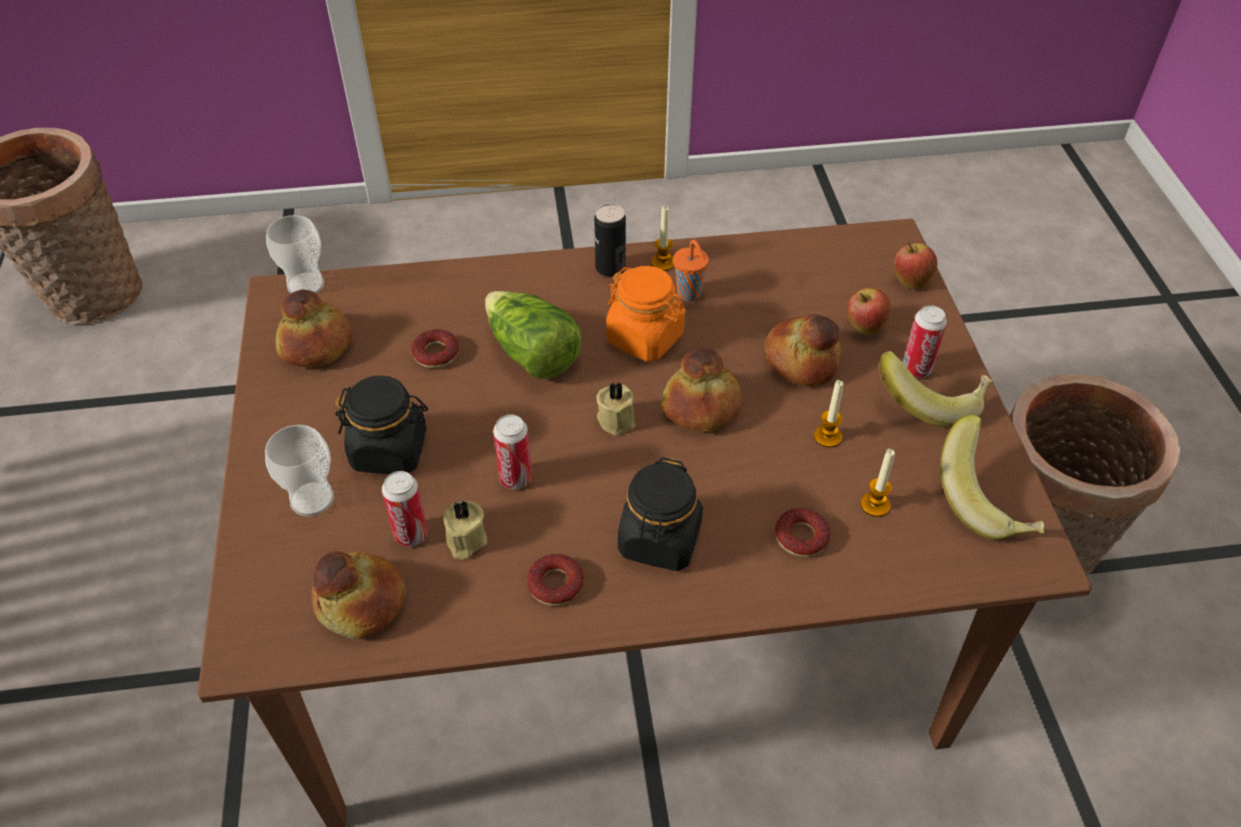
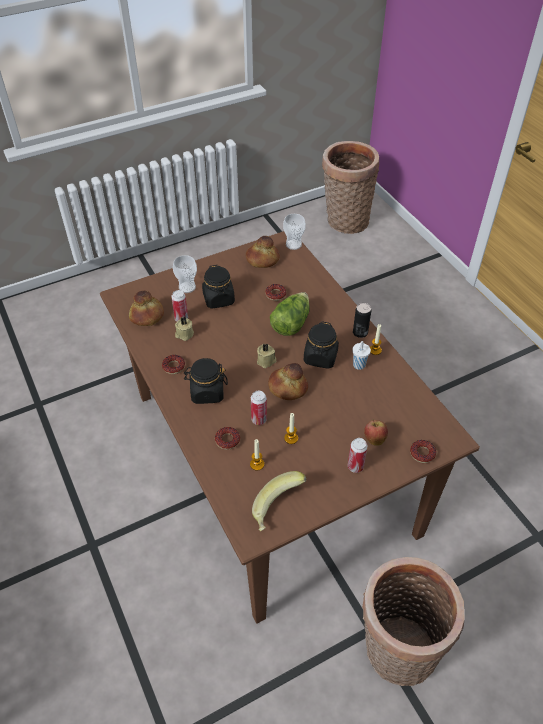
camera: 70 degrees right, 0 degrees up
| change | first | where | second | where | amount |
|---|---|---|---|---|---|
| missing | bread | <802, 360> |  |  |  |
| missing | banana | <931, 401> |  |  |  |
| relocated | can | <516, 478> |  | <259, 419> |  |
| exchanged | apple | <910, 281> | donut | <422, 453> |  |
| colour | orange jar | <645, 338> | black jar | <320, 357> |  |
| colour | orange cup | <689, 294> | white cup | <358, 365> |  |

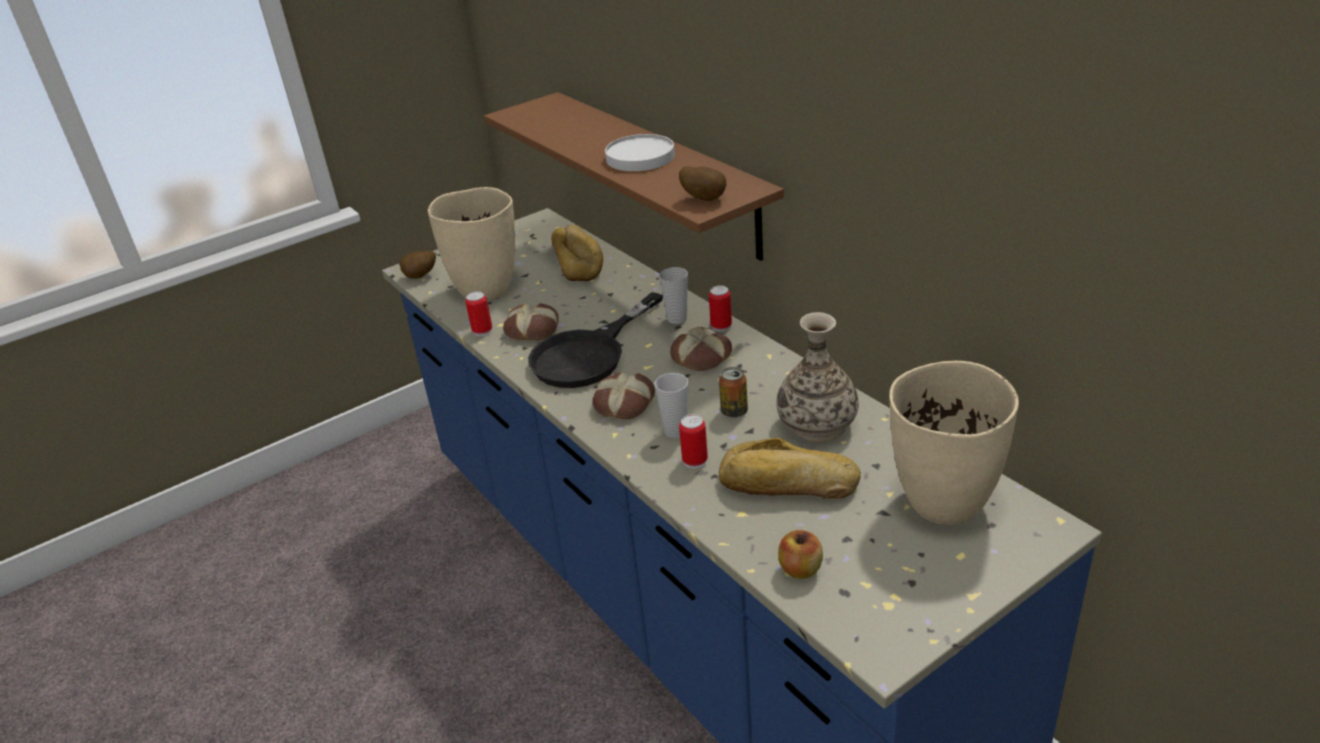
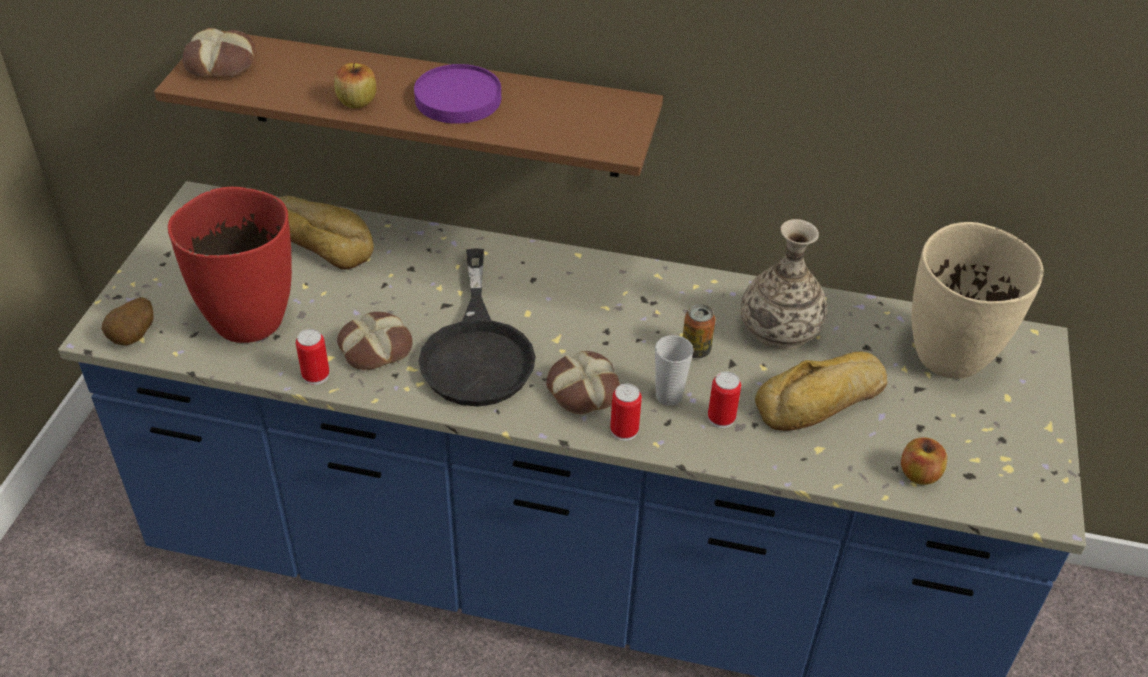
camera: 45 degrees left, 10 degrees up
| change | first | where | second | where | amount |
|---|---|---|---|---|---|
| missing | cup | <677, 319> |  |  |  |
| missing | potato | <705, 198> |  |  |  |
| appeared |  |  | apple | <357, 102> |  |
| relocated | bread | <702, 357> |  | <222, 63> |  |
| relocated | can | <721, 326> |  | <624, 430> |  |
| colour | beige vase | <486, 289> | red vase | <249, 320> |  |
| colour | white plate | <640, 157> | purple plate | <458, 98> |  |

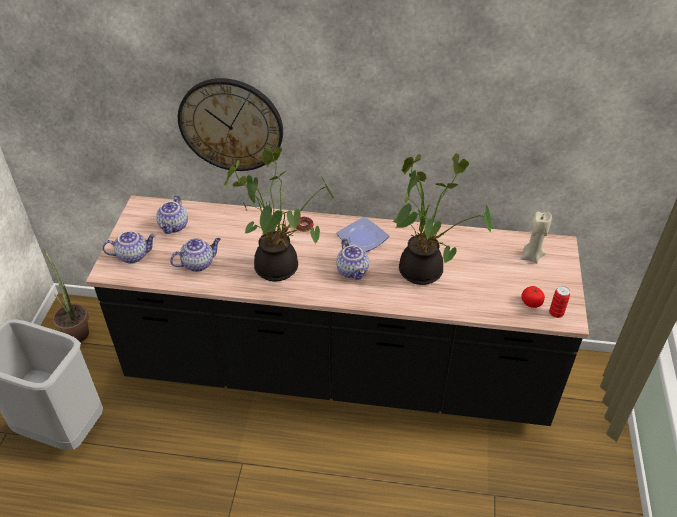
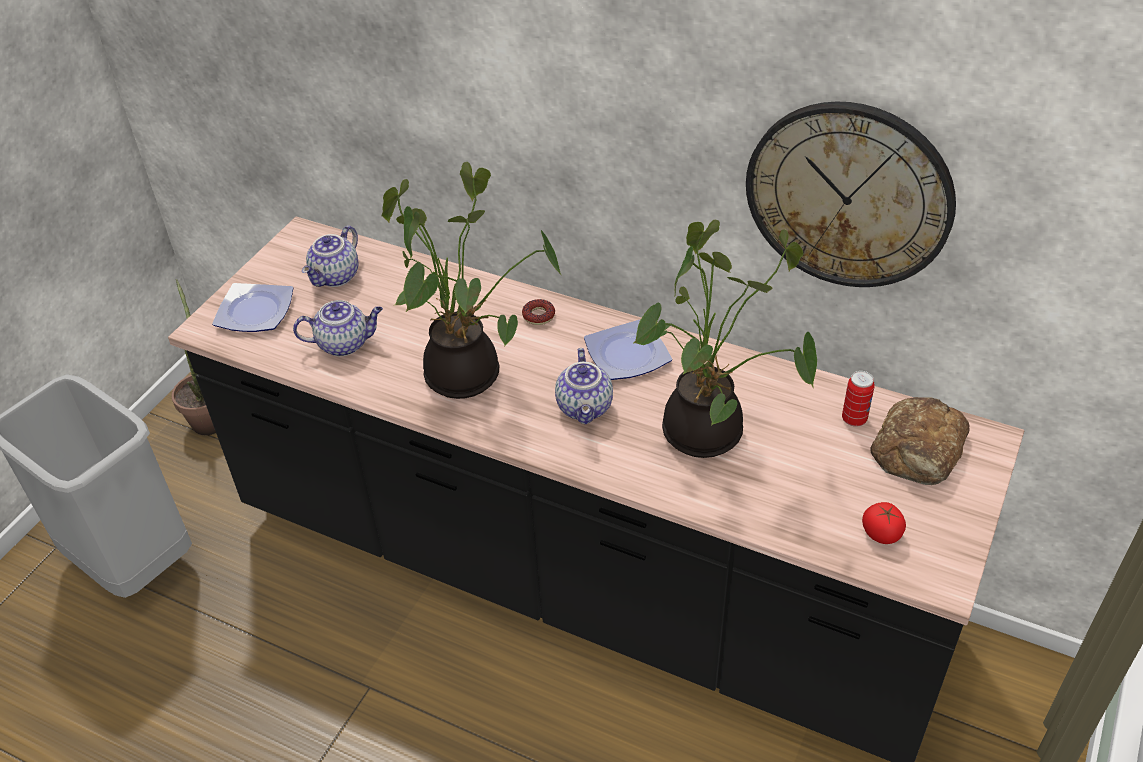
camera: 20 degrees right, 0 degrees up
| change | first | where | second | where | amount |
|---|---|---|---|---|---|
| relocated | wall clock | <231, 125> |  | <848, 195> |  |
| relocated | can | <556, 313> |  | <854, 419> |  |
| exchanged | teapot | <133, 255> | plate | <254, 311> |  |
| exchanged | beige candle | <531, 257> | bread | <919, 449> |  |

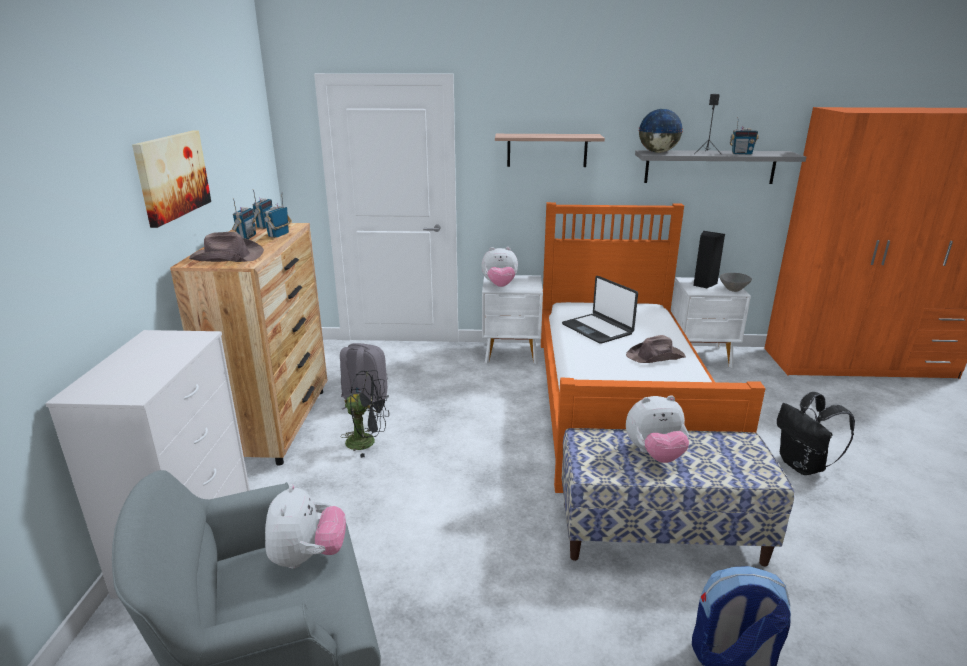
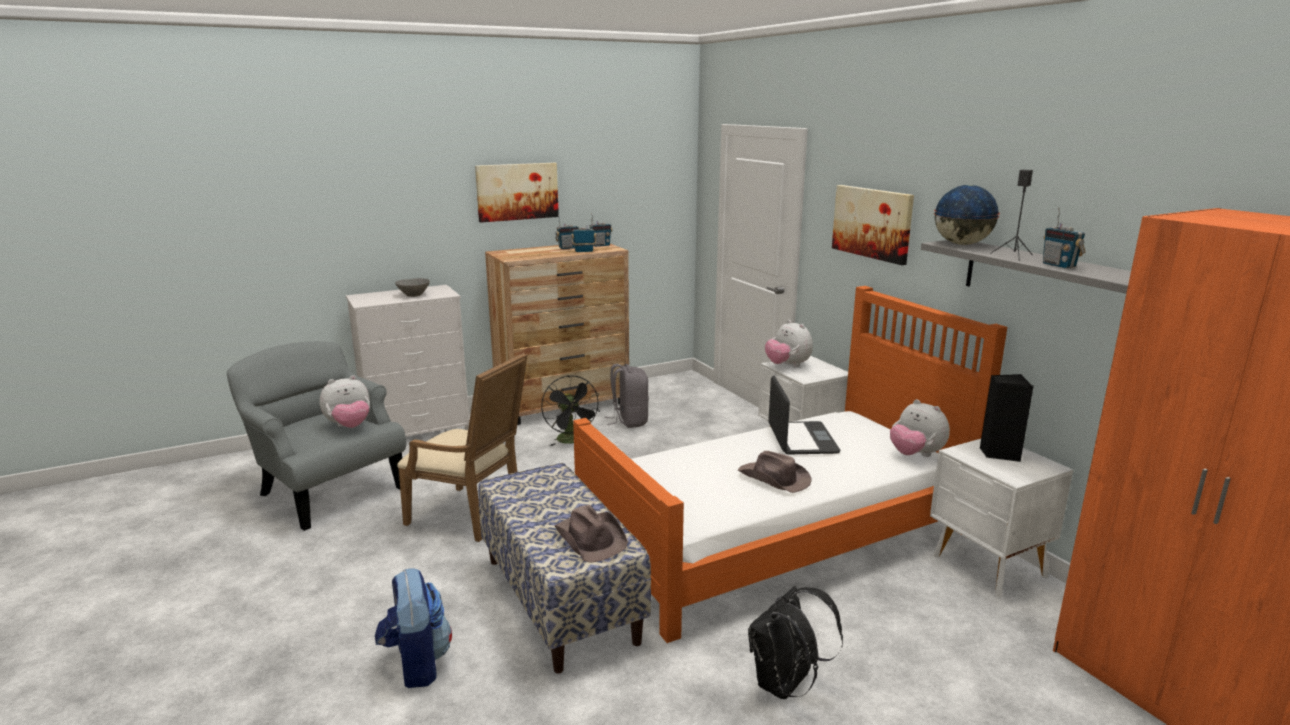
camera: 60 degrees right, 5 degrees down
| change | first | where | second | where | amount |
|---|---|---|---|---|---|
| appeared |  |  | beige armchair | <471, 516> |  |
| relocated | brown hat | <226, 256> |  | <591, 538> |  |
| relocated | plush toy | <654, 454> |  | <915, 455> |  |
| relocated | grey bowl | <733, 289> |  | <413, 295> |  |
| exchanged | shelf | <547, 150> | picture | <872, 223> |  |
| spun | laptop | <597, 329> |  | <801, 439> | 150 degrees clockwise |

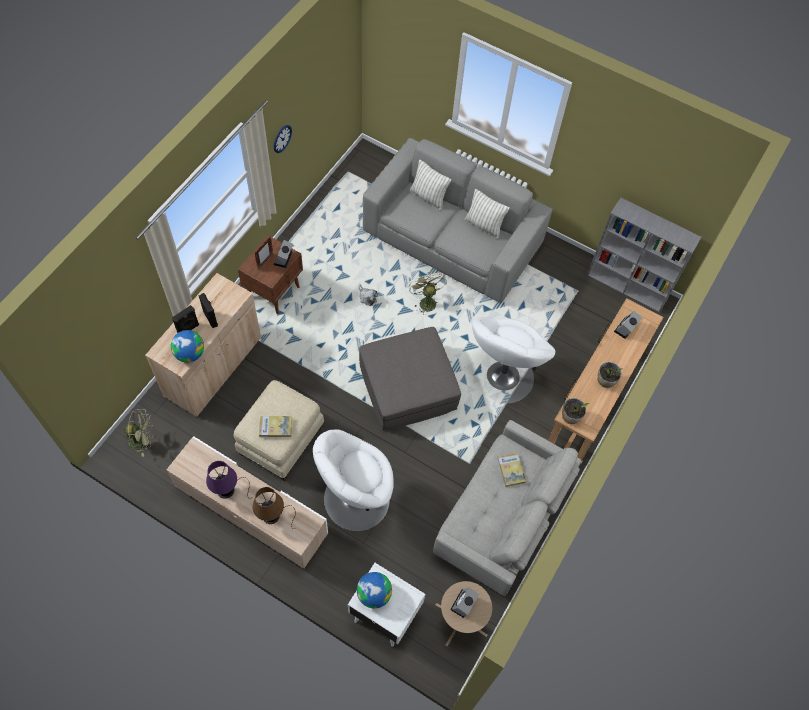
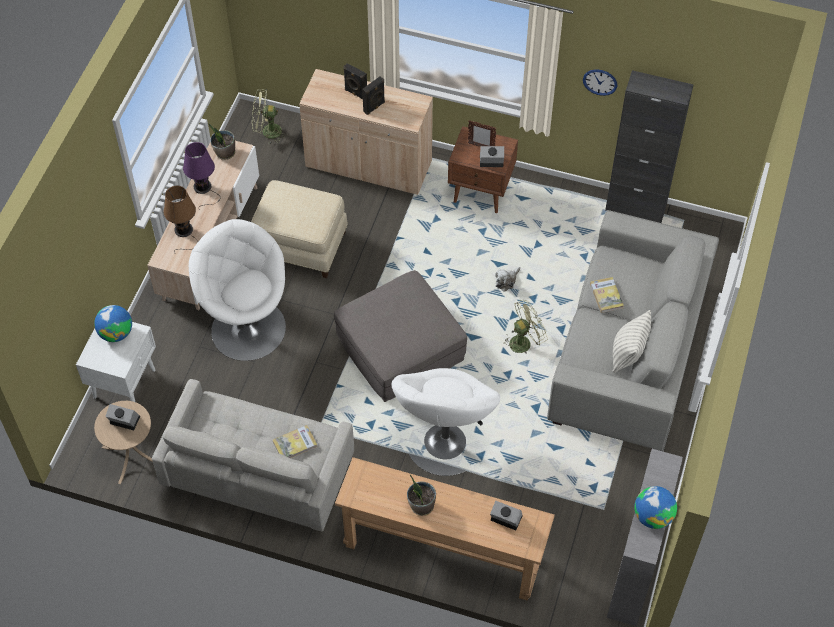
camera: 80 degrees right, 5 degrees down
| change | first | where | second | where | amount |
|---|---|---|---|---|---|
| missing | pillow | <428, 197> |  |  |  |
| appeared |  |  | black cabinet | <635, 207> |  |
| relocated | globe | <190, 353> |  | <653, 516> |  |
| relocated | book | <275, 427> |  | <606, 296> |  |
| relocated | potted plant | <570, 417> |  | <224, 153> |  |
| spun | green fan | <142, 440> |  | <267, 132> | 105 degrees clockwise |
| spun | white armchair | <502, 377> |  | <444, 442> | 90 degrees counterclockwise |

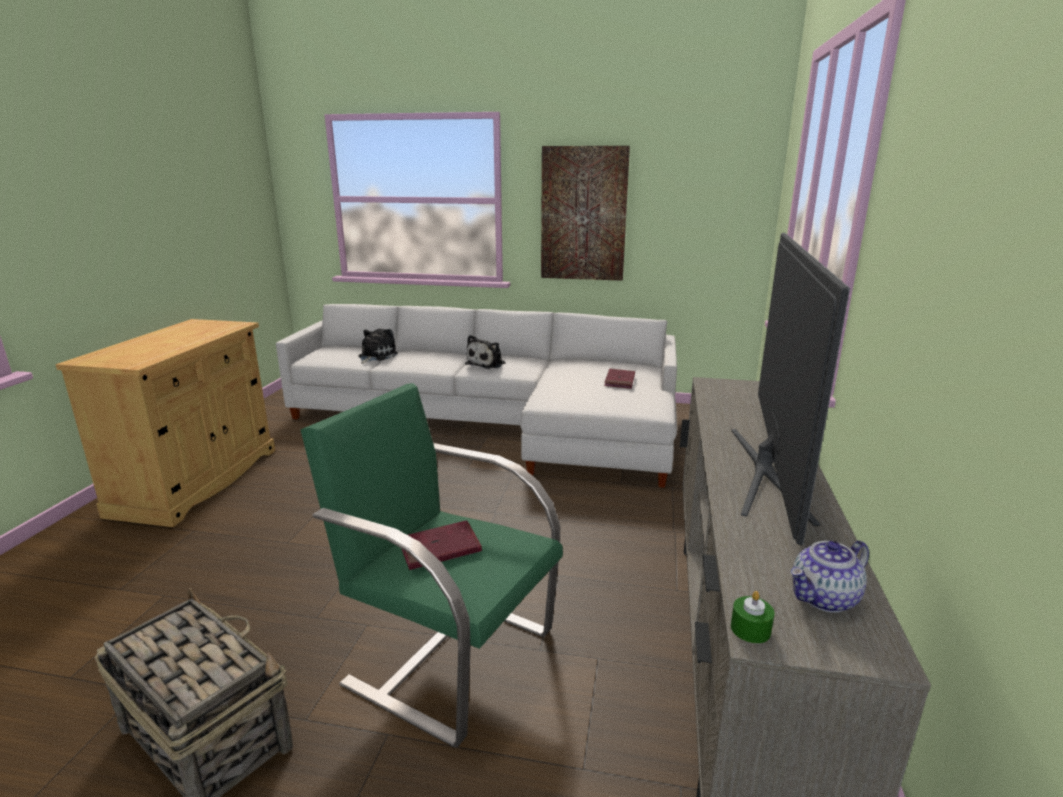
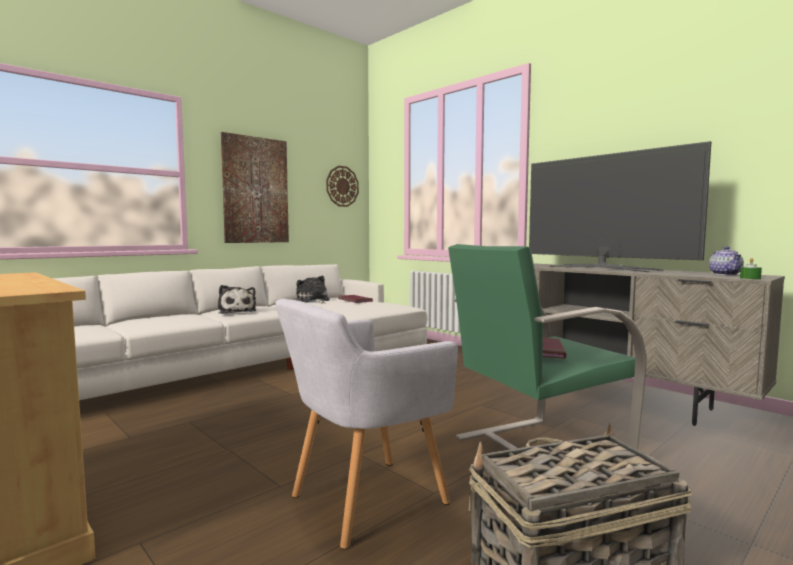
camera: 55 degrees left, 15 degrees down
| change | first | where | second | where | amount |
|---|---|---|---|---|---|
| appeared |  |  | grey armchair | <362, 501> |  |
| appeared |  |  | wall clock | <342, 186> |  |
| relocated | plush toy | <376, 356> |  | <313, 300> |  |

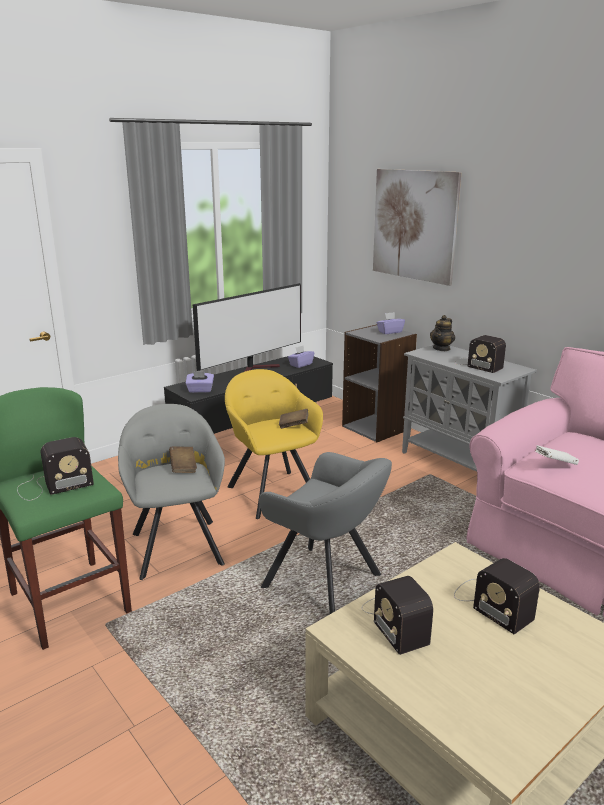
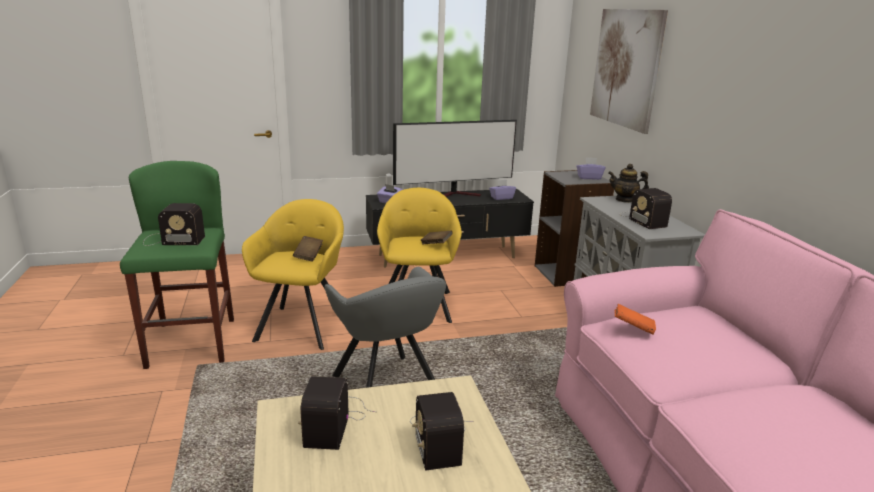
camera: 25 degrees right, 0 degrees up
| change | first | where | second | where | amount |
|---|---|---|---|---|---|
| colour | grey armchair | <177, 544> | yellow armchair | <303, 324> |  |
| colour | white book | <554, 464> | orange book | <633, 328> |  |
| spun | teapot | <441, 348> |  | <625, 200> | 45 degrees clockwise |

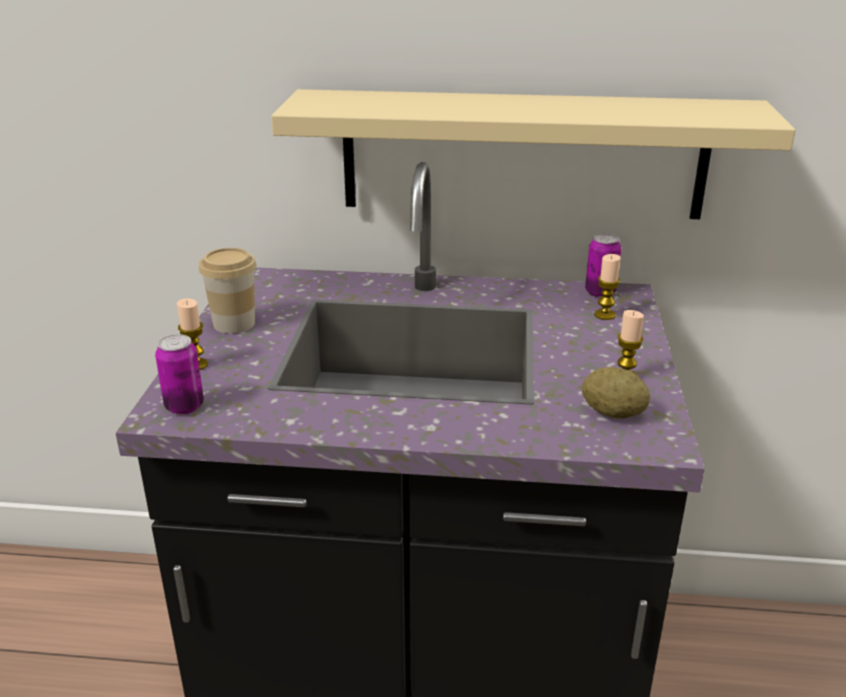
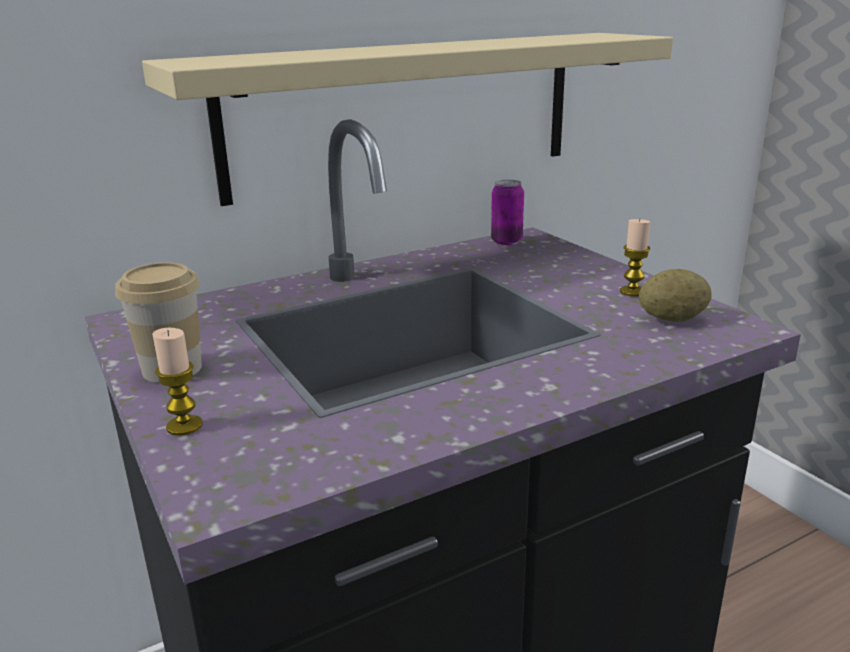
camera: 35 degrees left, 5 degrees down
| change | first | where | second | where | amount |
|---|---|---|---|---|---|
| missing | can | <184, 406> |  |  |  |
| missing | candle | <604, 315> |  |  |  |

